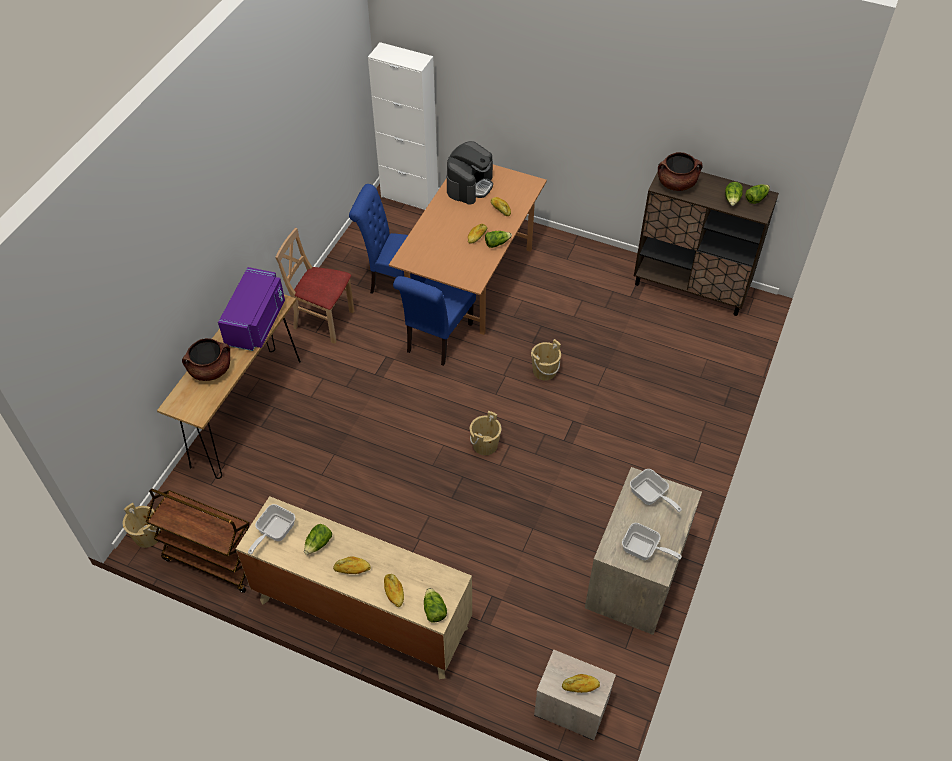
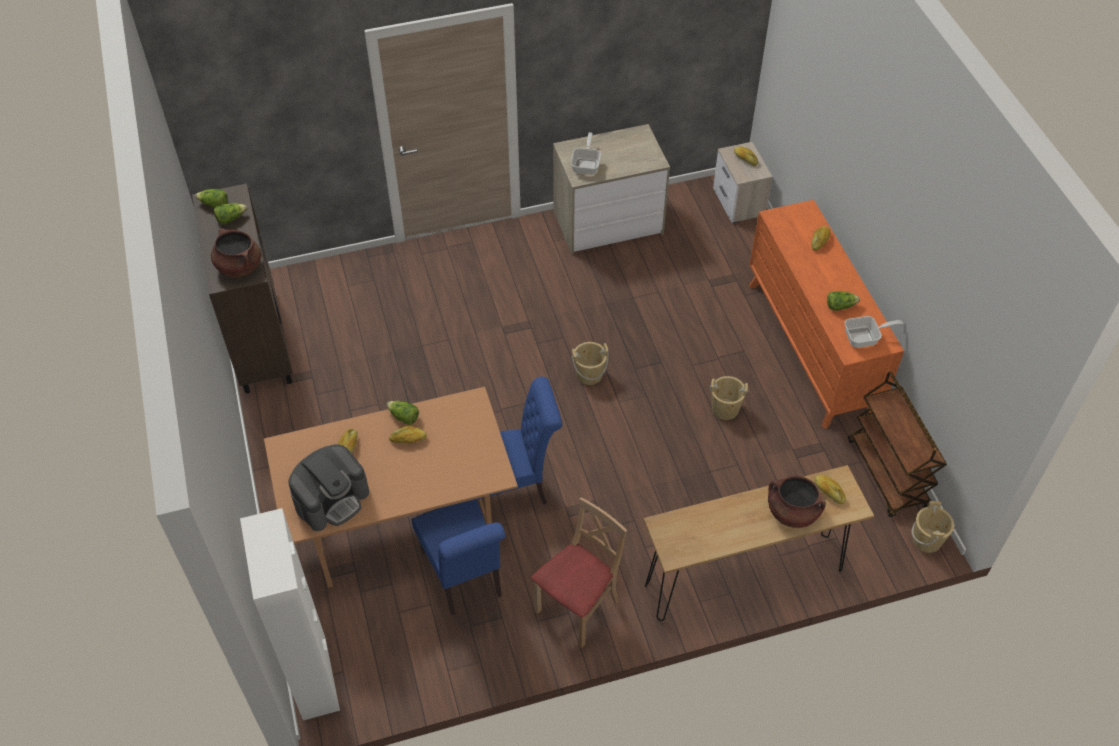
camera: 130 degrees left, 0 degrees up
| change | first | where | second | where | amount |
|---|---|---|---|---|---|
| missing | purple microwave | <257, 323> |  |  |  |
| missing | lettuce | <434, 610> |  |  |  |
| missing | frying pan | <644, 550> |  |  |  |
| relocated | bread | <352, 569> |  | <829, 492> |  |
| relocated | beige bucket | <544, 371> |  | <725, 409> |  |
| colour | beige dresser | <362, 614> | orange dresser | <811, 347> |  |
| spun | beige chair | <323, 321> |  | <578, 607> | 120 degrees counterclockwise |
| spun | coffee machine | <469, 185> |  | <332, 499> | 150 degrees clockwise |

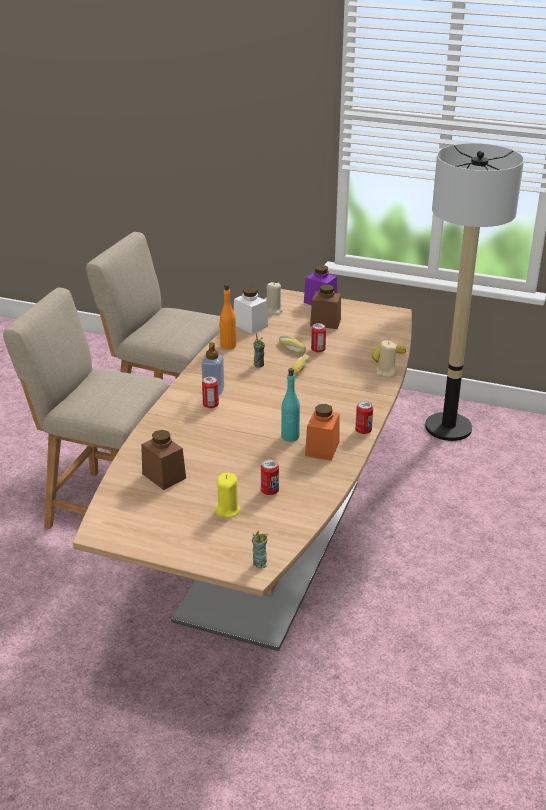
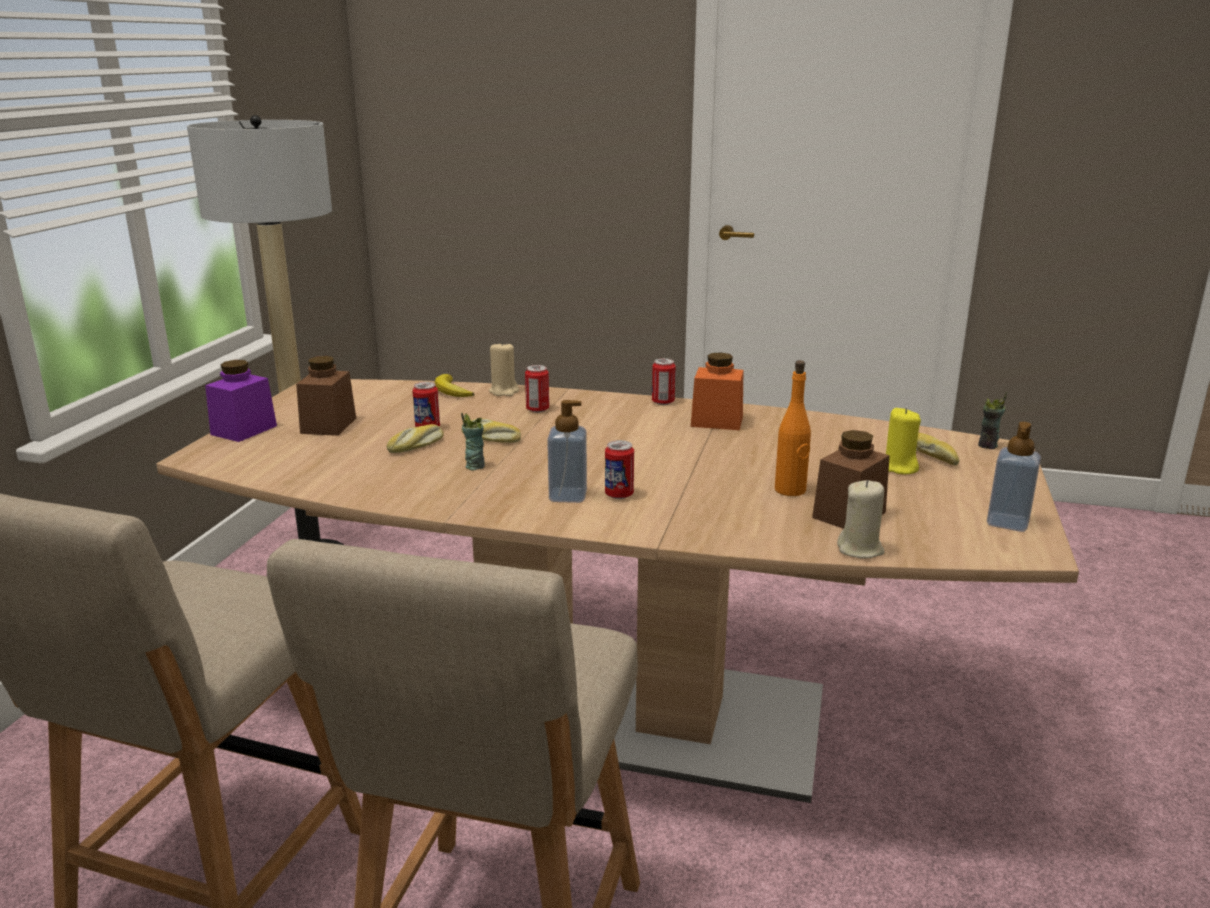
camera: 95 degrees left, 10 degrees down
| change | first | where | second | where | amount |
|---|---|---|---|---|---|
| missing | white jar | <250, 325> |  |  |  |
| missing | turquoise bottle | <290, 437> |  |  |  |
| appeared |  |  | bread | <932, 456> |  |
| appeared |  |  | soap dispenser | <1007, 522> |  |
| relocated | orange bottle | <228, 346> |  | <790, 490> |  |
| relocated | can | <269, 491> |  | <537, 409> |  |
| relocated | beige candle | <274, 310> |  | <860, 549> |  |

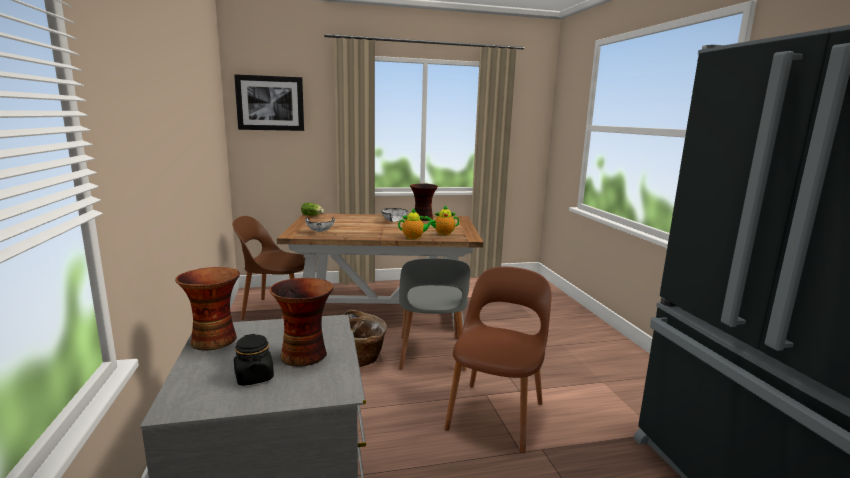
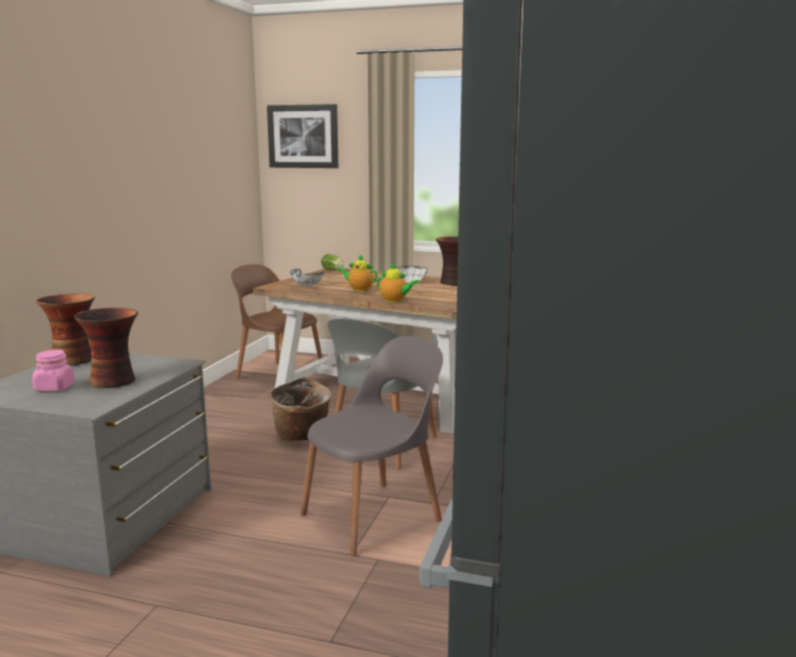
camera: 30 degrees right, 0 degrees up
| change | first | where | second | where | amount |
|---|---|---|---|---|---|
| relocated | teapot | <442, 233> |  | <359, 289> |  |
| colour | black jar | <254, 377> | pink jar | <54, 388> |  |
| colour | brown chair | <496, 414> | grey chair | <374, 516> |  |

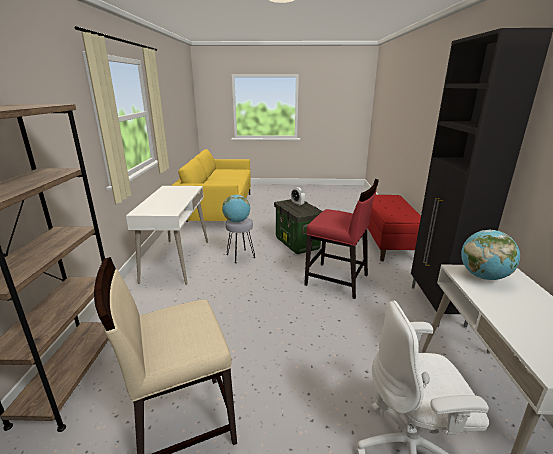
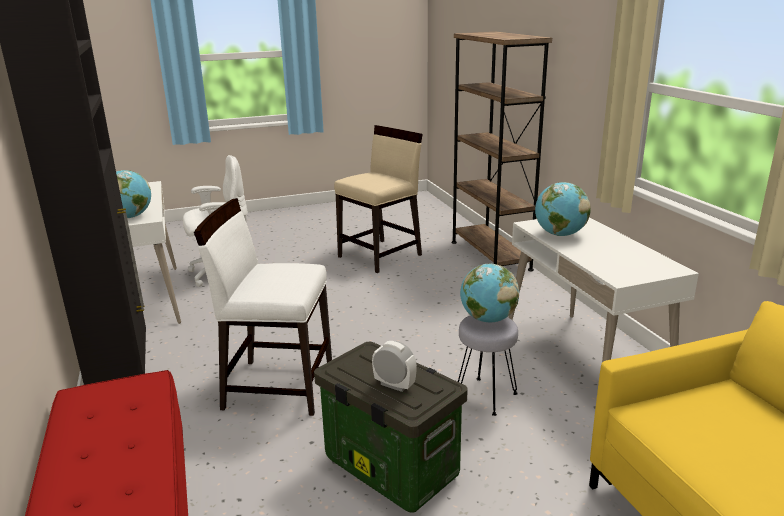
camera: 160 degrees right, 0 degrees up
| change | first | where | second | where | amount |
|---|---|---|---|---|---|
| appeared |  |  | globe | <559, 234> |  |
| colour | red chair | <337, 280> | white chair | <278, 386> |  |

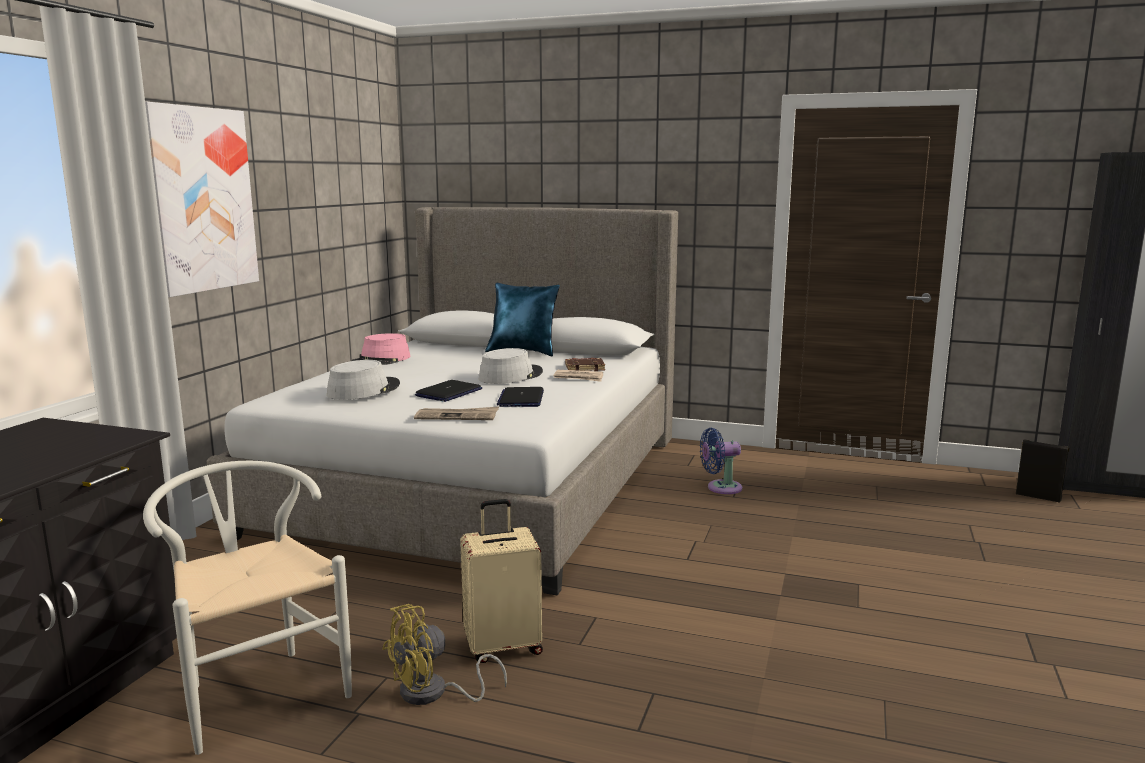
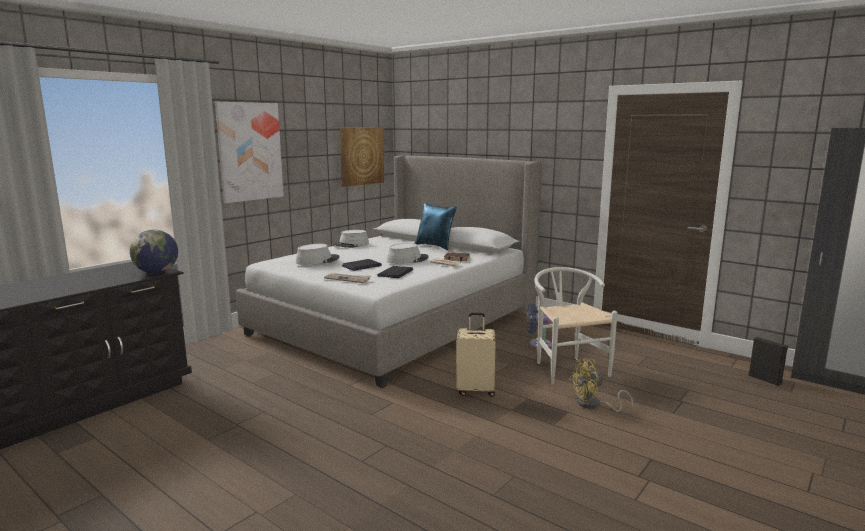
camera: 20 degrees right, 0 degrees up
| change | first | where | second | where | amount |
|---|---|---|---|---|---|
| appeared |  |  | globe | <157, 272> |  |
| appeared |  |  | picture | <361, 156> |  |
| relocated | white chair | <257, 689> |  | <566, 368> |  |
| relocated | yellow fan | <433, 694> |  | <594, 405> |  |
| relocated | beige suitcase | <503, 646> |  | <475, 390> |  |
| colour | pink hat | <382, 360> | grey hat | <351, 245> |  |

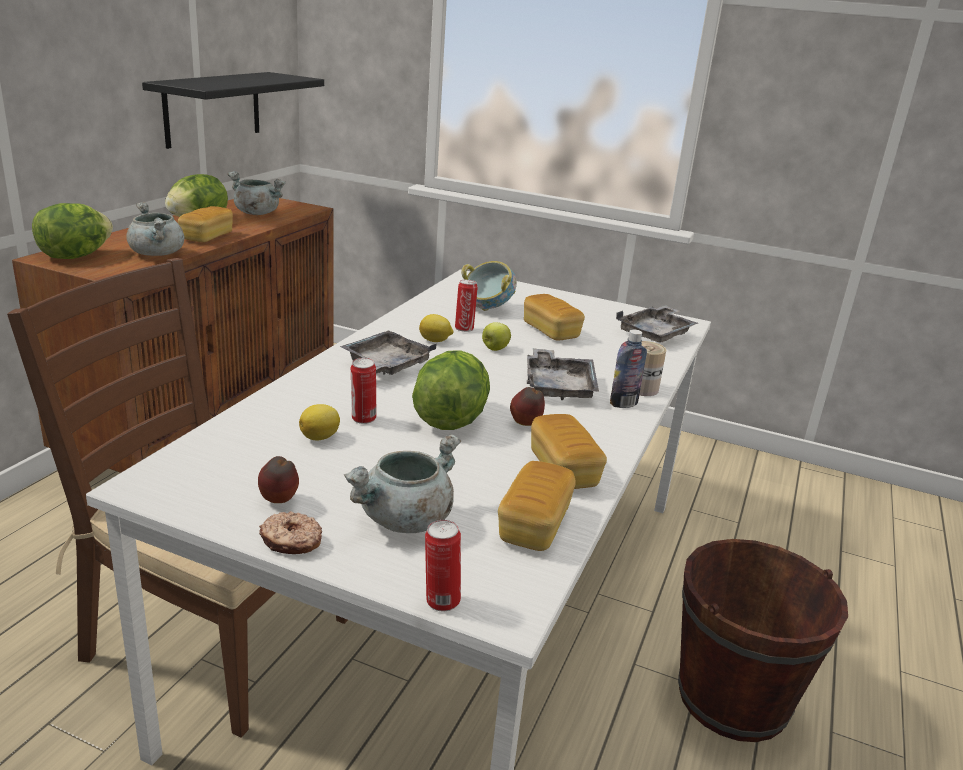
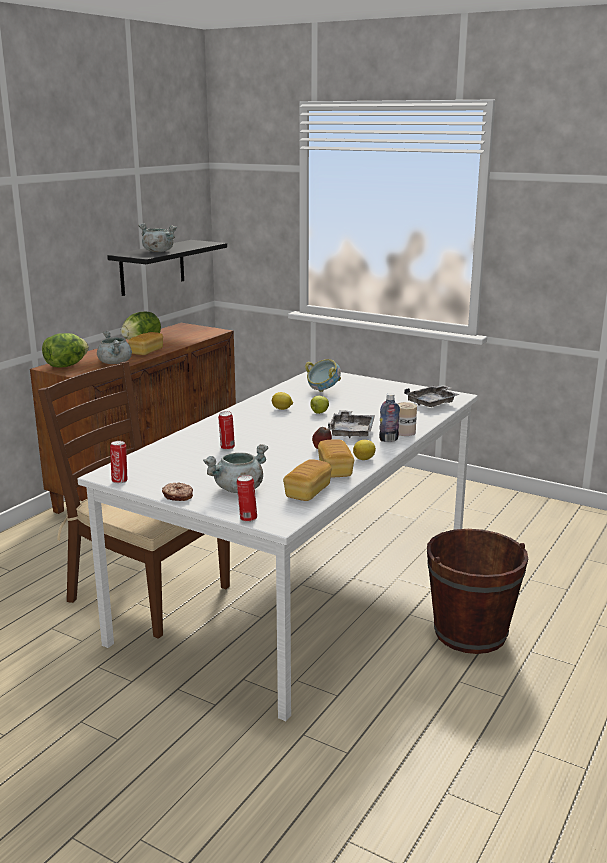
camera: 10 degrees right, 5 degrees down
| change | first | where | second | where | amount |
|---|---|---|---|---|---|
| missing | apple | <279, 502> |  |  |  |
| missing | grey tray | <385, 365> |  |  |  |
| missing | lettuce | <450, 419> |  |  |  |
| missing | bread | <551, 331> |  |  |  |
| relocated | grey cooking pot | <256, 213> |  | <158, 251> |  |
| relocated | lemon | <320, 437> |  | <364, 459> |  |
| relocated | can | <464, 328> |  | <120, 480> |  |

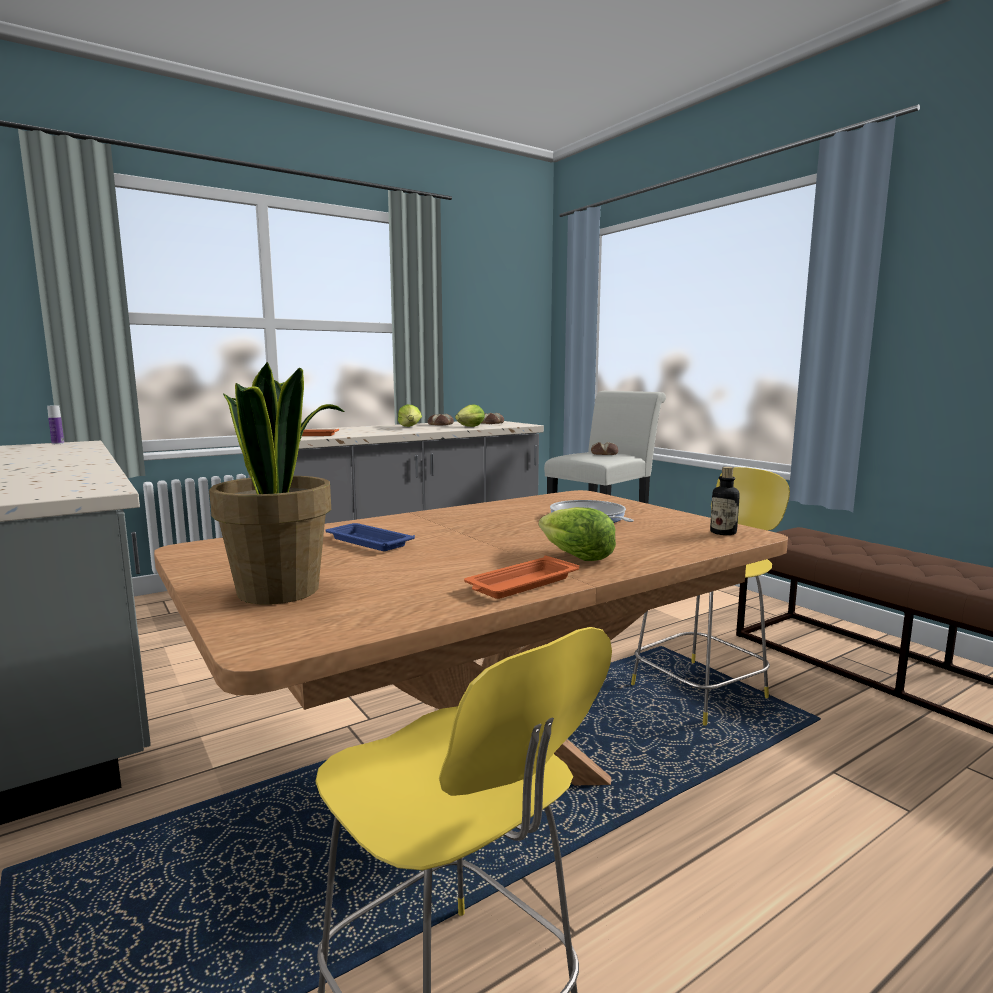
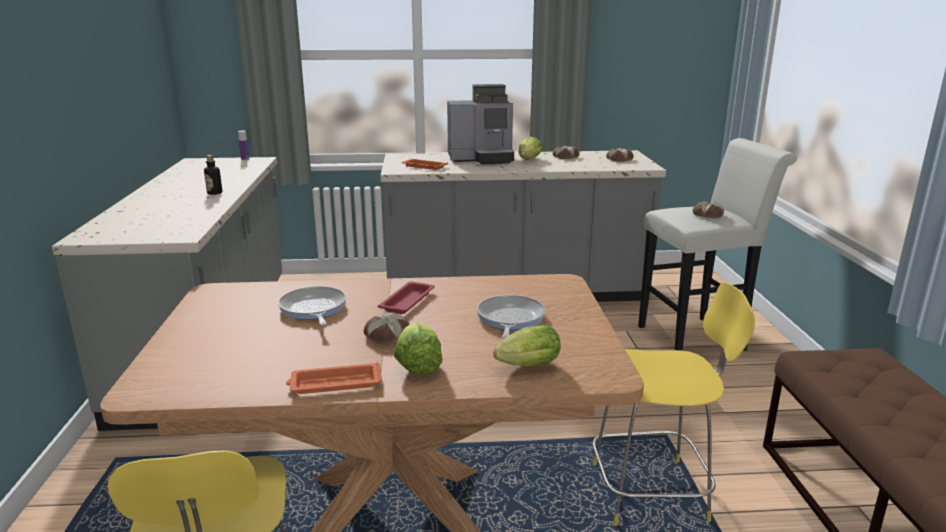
camera: 30 degrees right, 10 degrees up
| change | first | where | second | where | amount |
|---|---|---|---|---|---|
| missing | potted plant | <280, 591> |  |  |  |
| appeared |  |  | bread | <387, 335> |  |
| appeared |  |  | red tray | <408, 301> |  |
| appeared |  |  | coffee machine | <482, 159> |  |
| relocated | lettuce | <469, 427> |  | <525, 366> |  |
| relocated | bottle | <723, 532> |  | <214, 193> |  |
| exchanged | blue tray | <367, 542> | frying pan | <313, 309> |  |

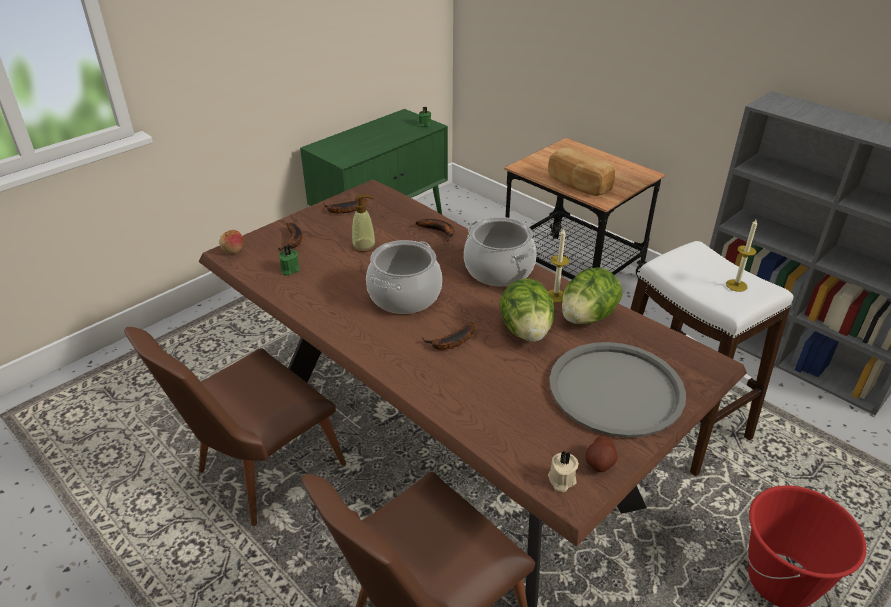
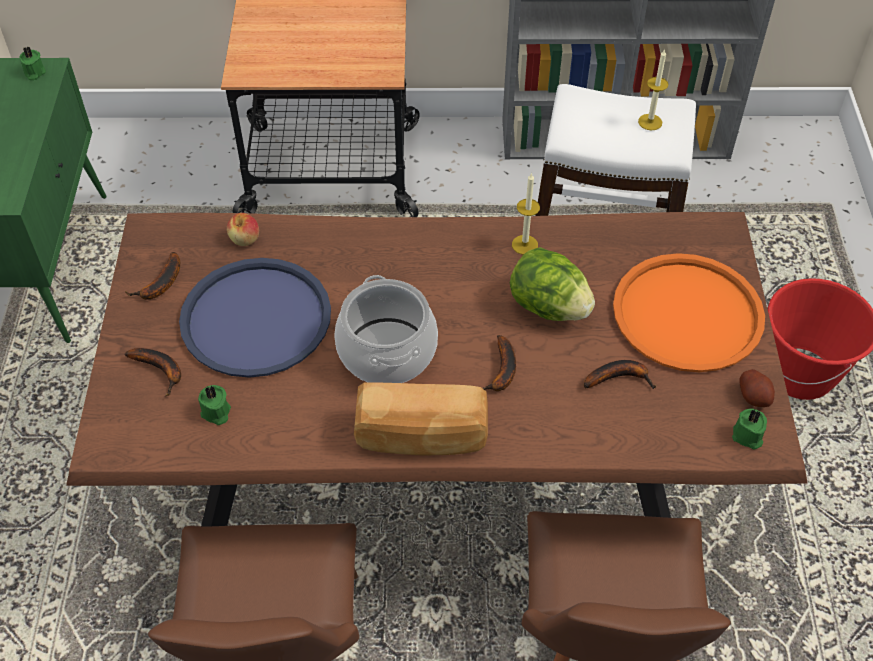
camera: 45 degrees left, 15 degrees up
| change | first | where | second | where | amount |
|---|---|---|---|---|---|
| missing | cooking pot | <498, 270> |  |  |  |
| missing | lettuce | <587, 317> |  |  |  |
| relocated | apple | <233, 250> |  | <245, 239> |  |
| relocated | banana | <439, 231> |  | <619, 377> |  |
| relocated | bread | <578, 185> |  | <421, 436> |  |
| exchanged | soap dispenser | <364, 246> | blue tray | <256, 319> |  |
| colour | beige candle | <561, 480> | green candle | <747, 436> |  |
| colour | grey tray | <616, 390> | orange tray | <687, 314> |  |

